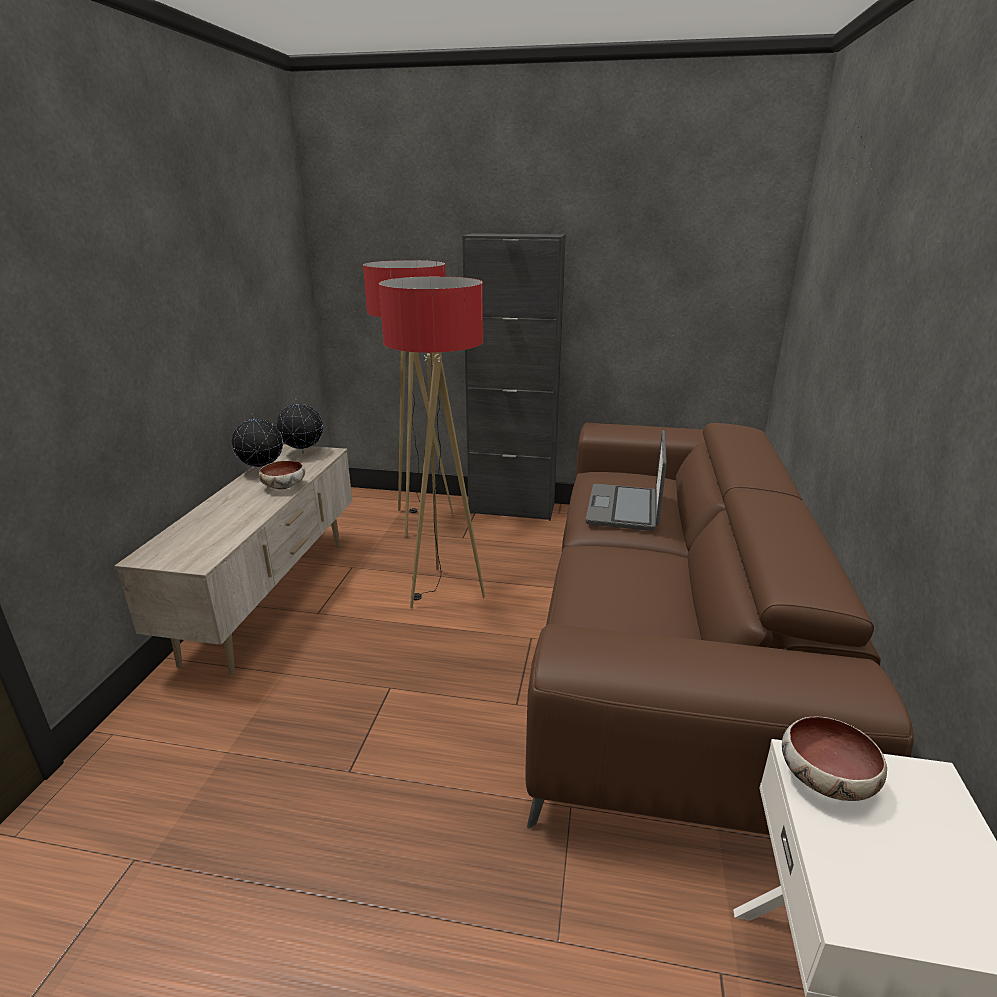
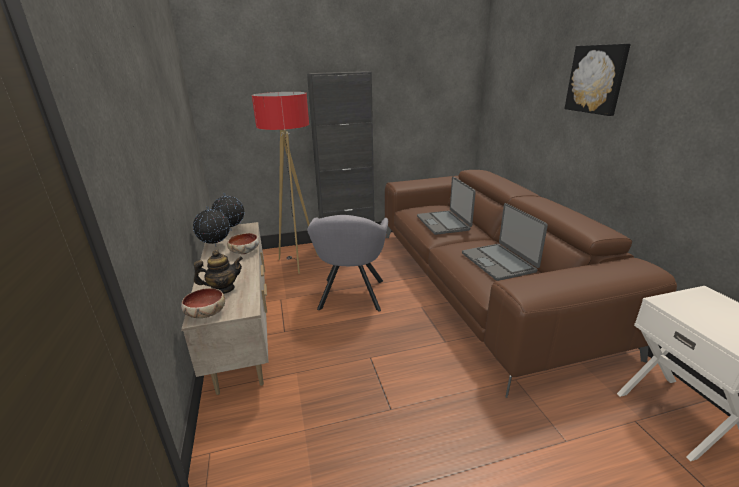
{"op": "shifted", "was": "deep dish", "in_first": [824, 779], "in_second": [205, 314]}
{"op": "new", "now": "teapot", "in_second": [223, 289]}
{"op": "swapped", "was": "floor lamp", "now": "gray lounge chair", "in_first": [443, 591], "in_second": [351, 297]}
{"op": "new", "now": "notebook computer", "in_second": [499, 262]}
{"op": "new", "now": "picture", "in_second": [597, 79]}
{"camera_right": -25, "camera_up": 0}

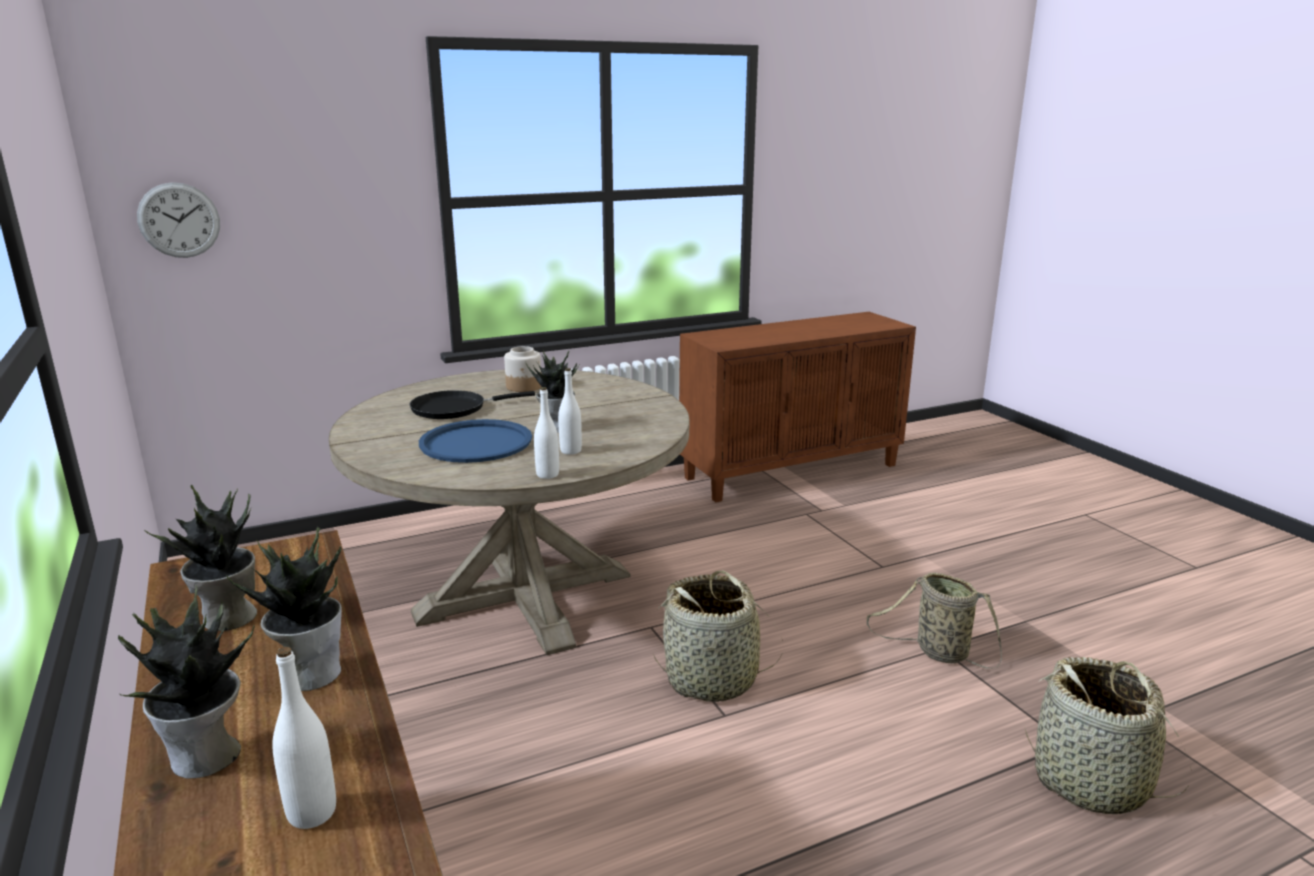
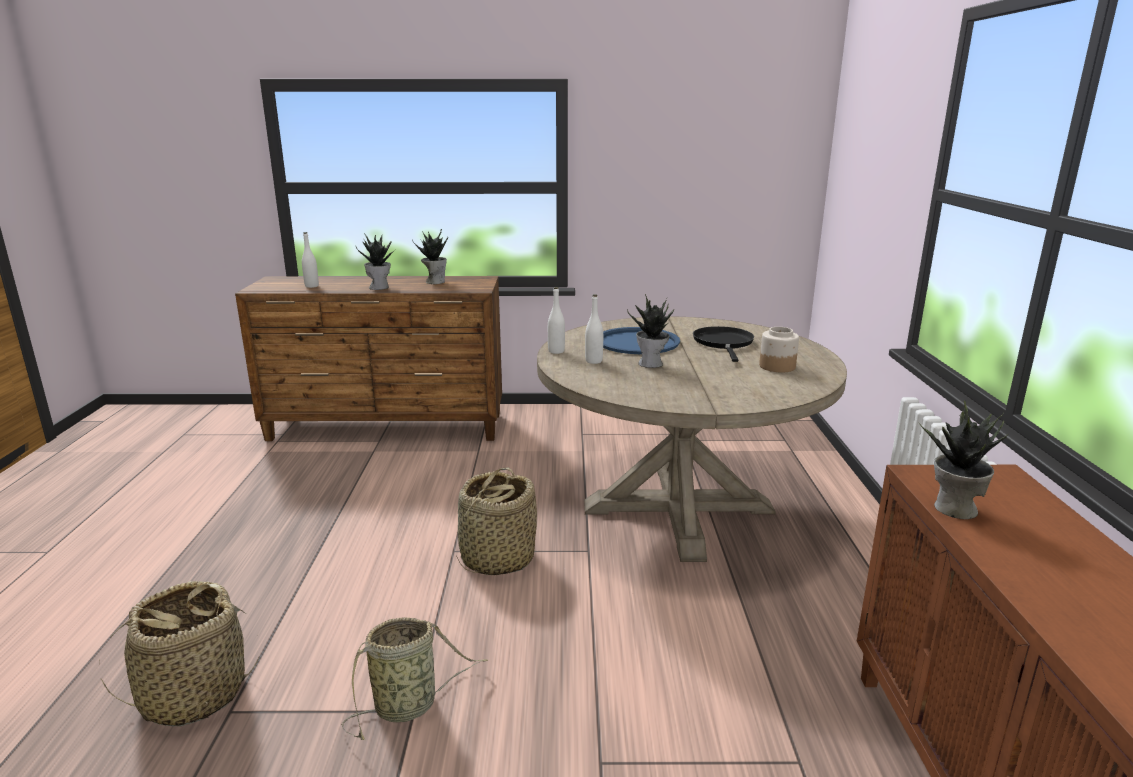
{"op": "shifted", "was": "plant in a pot", "in_first": [206, 758], "in_second": [953, 509]}
{"op": "gone", "was": "wall clock", "in_first": [179, 220]}
{"camera_right": 115, "camera_up": 0}

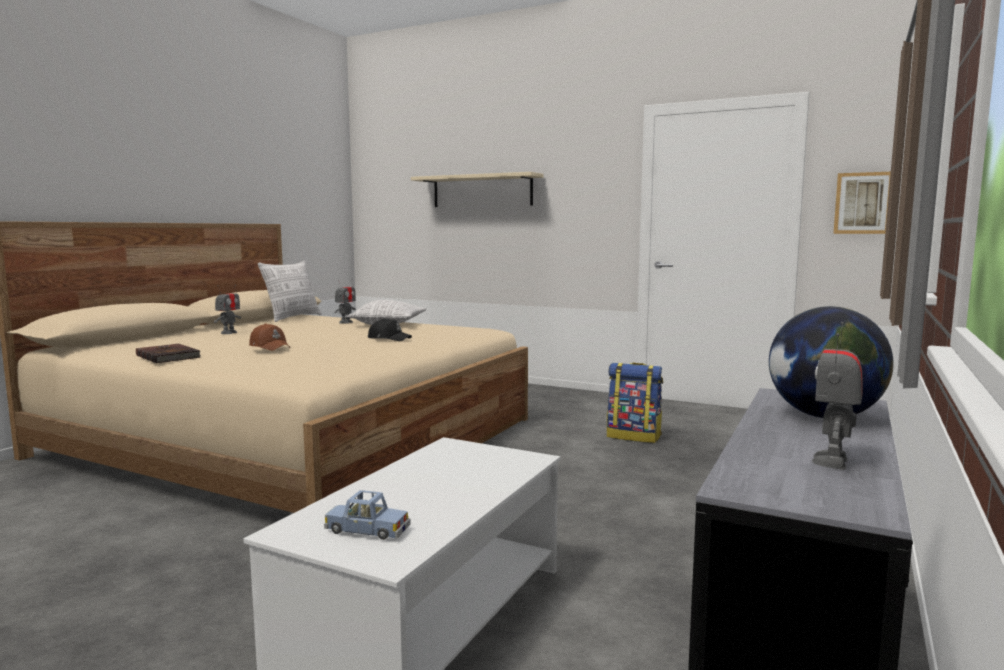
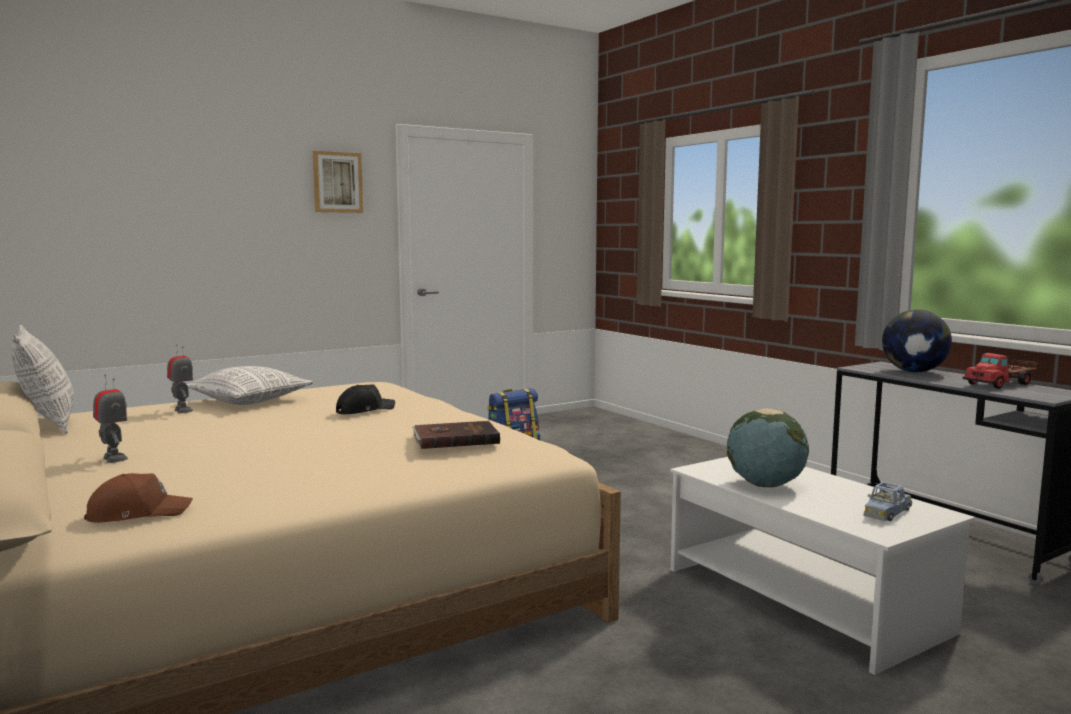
{"op": "shifted", "was": "brown-coloured baseball cap", "in_first": [270, 347], "in_second": [138, 513]}
{"op": "shifted", "was": "picture", "in_first": [863, 203], "in_second": [337, 182]}
{"op": "shifted", "was": "brown-coloured book", "in_first": [169, 356], "in_second": [455, 438]}
{"op": "new", "now": "globe", "in_second": [765, 485]}
{"op": "swapped", "was": "toy robot", "now": "toy lorry", "in_first": [832, 461], "in_second": [1000, 384]}
{"op": "gone", "was": "beige-coloured shelf", "in_first": [482, 191]}
{"camera_right": -60, "camera_up": 0}

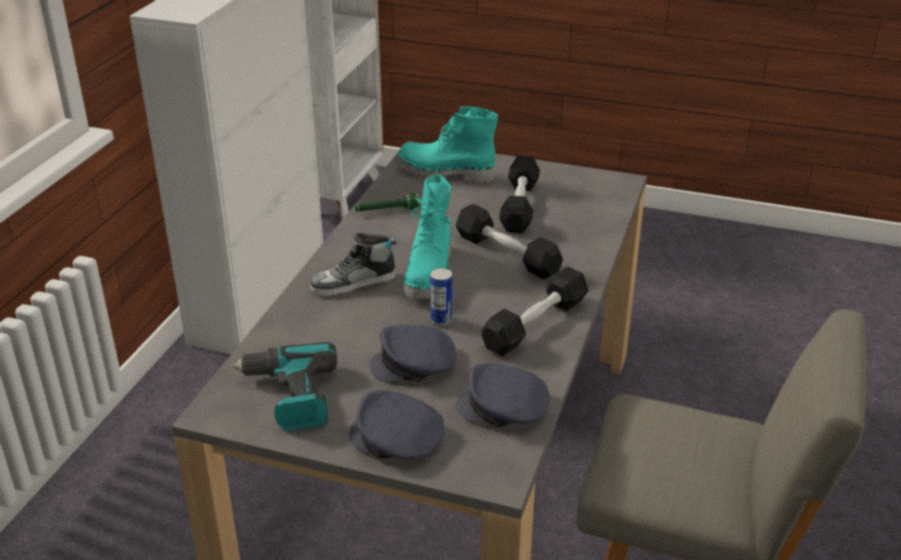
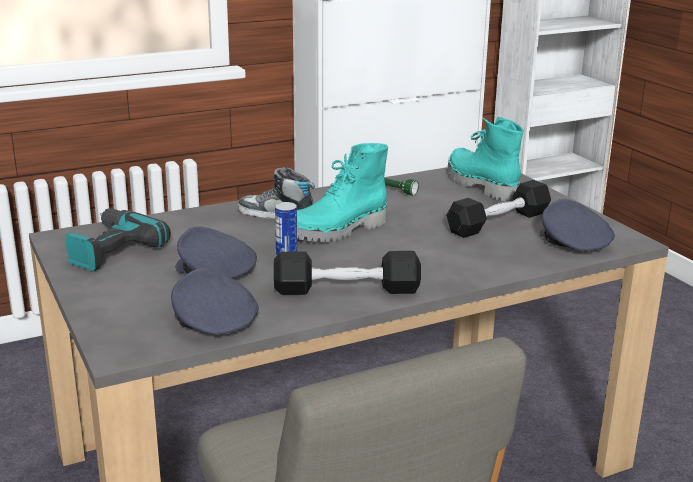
{"op": "shifted", "was": "gray baseball cap", "in_first": [396, 440], "in_second": [572, 242]}
{"op": "gone", "was": "blackish dumbbell", "in_first": [507, 254]}
{"camera_right": 45, "camera_up": -10}

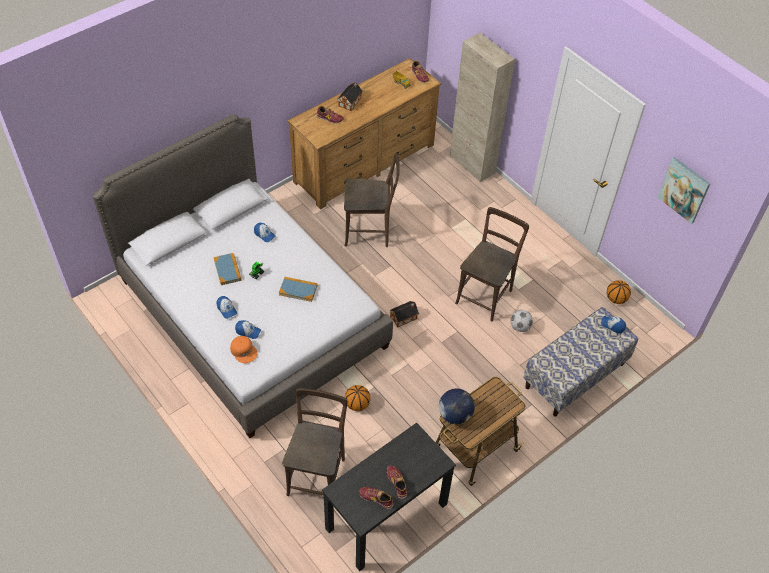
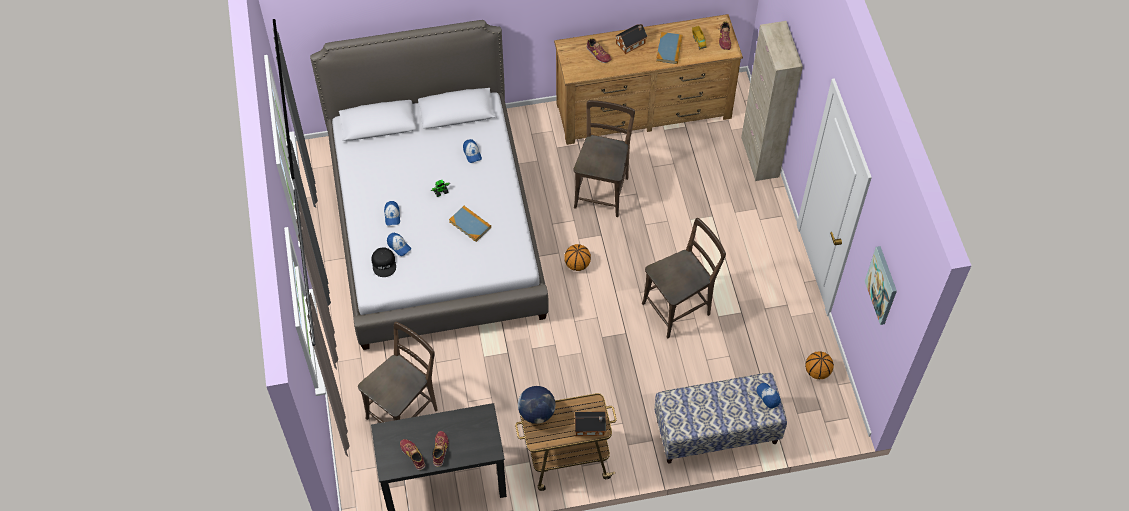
{"op": "repainted", "was": "orangey baseball cap", "now": "blackish baseball cap", "in_first": [244, 351], "in_second": [384, 263]}
{"op": "shifted", "was": "basketball ball", "in_first": [357, 404], "in_second": [577, 264]}
{"op": "rotated", "was": "brown-coloured upright chair", "in_first": [370, 232], "in_second": [602, 190], "clockwise": -105}
{"op": "shifted", "was": "toy house", "in_first": [404, 317], "in_second": [591, 427]}
{"op": "shifted", "was": "book", "in_first": [227, 270], "in_second": [669, 49]}
{"op": "gone", "was": "football", "in_first": [520, 327]}
{"camera_right": 30, "camera_up": 5}

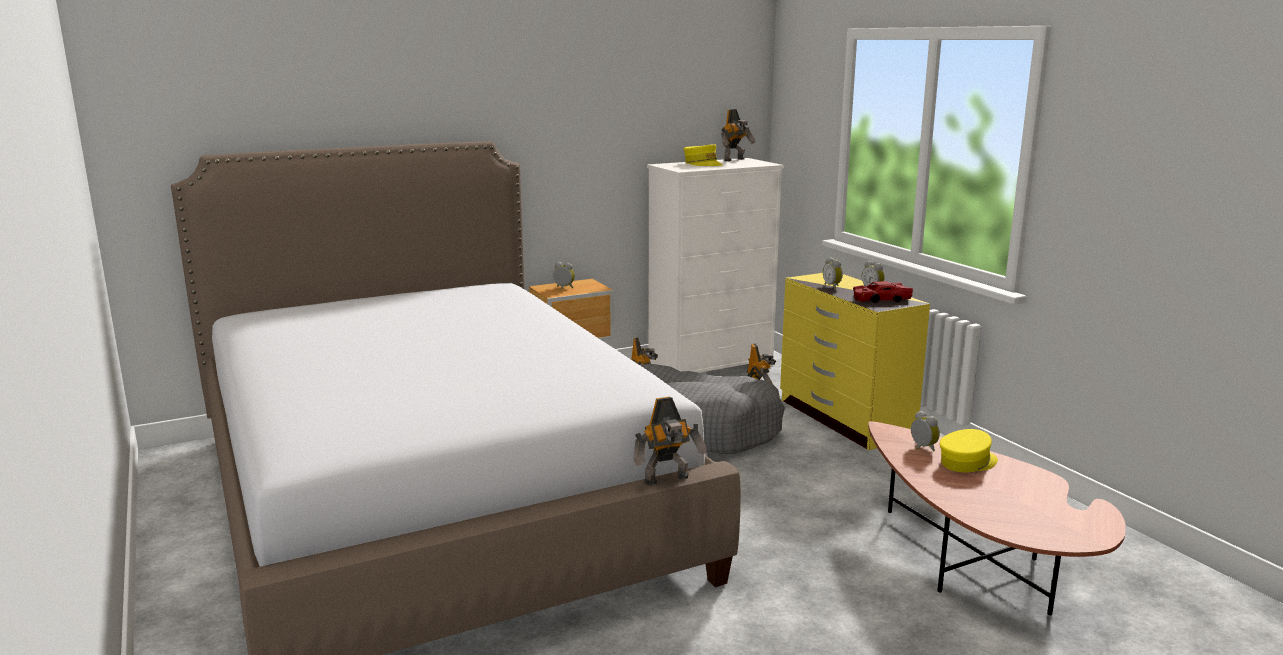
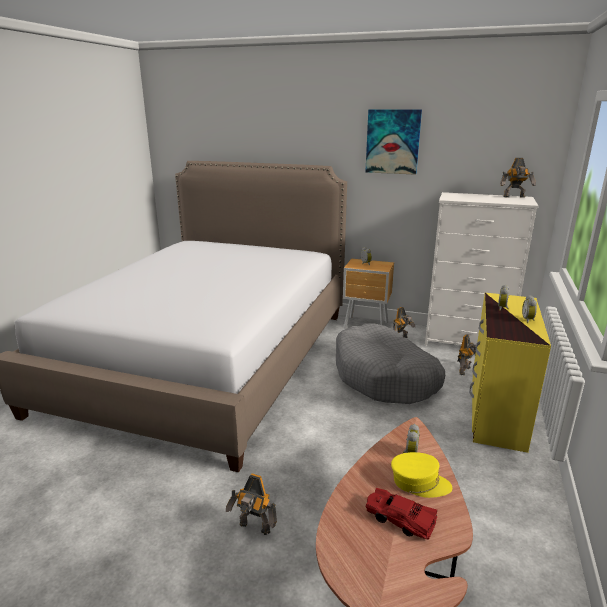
{"op": "shifted", "was": "toy robot", "in_first": [668, 480], "in_second": [254, 529]}
{"op": "new", "now": "picture", "in_second": [393, 141]}
{"op": "shifted", "was": "reddish toy car", "in_first": [881, 299], "in_second": [399, 519]}
{"op": "gone", "was": "yellowish baseball cap", "in_first": [703, 164]}
{"camera_right": 45, "camera_up": 5}

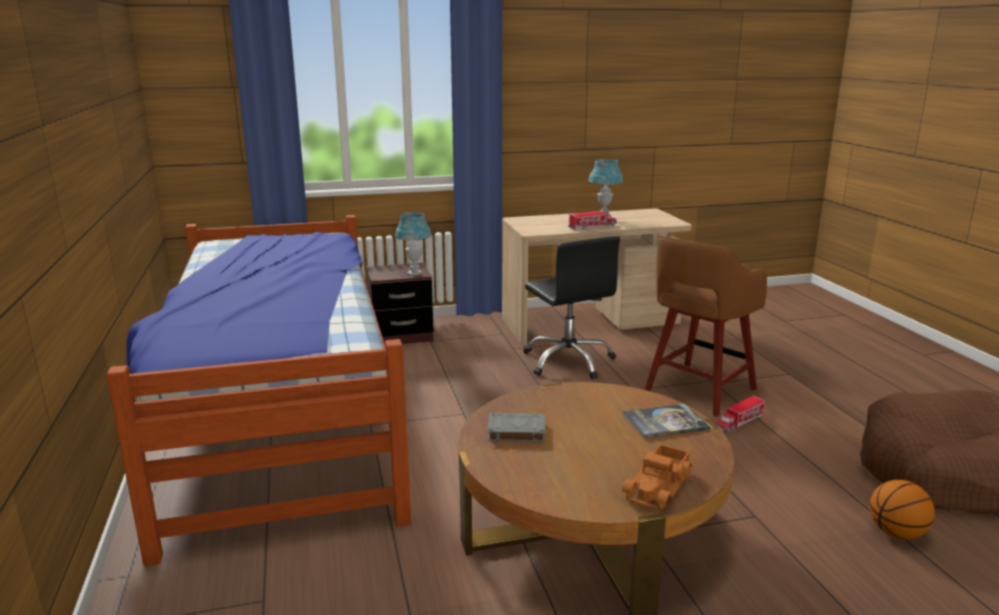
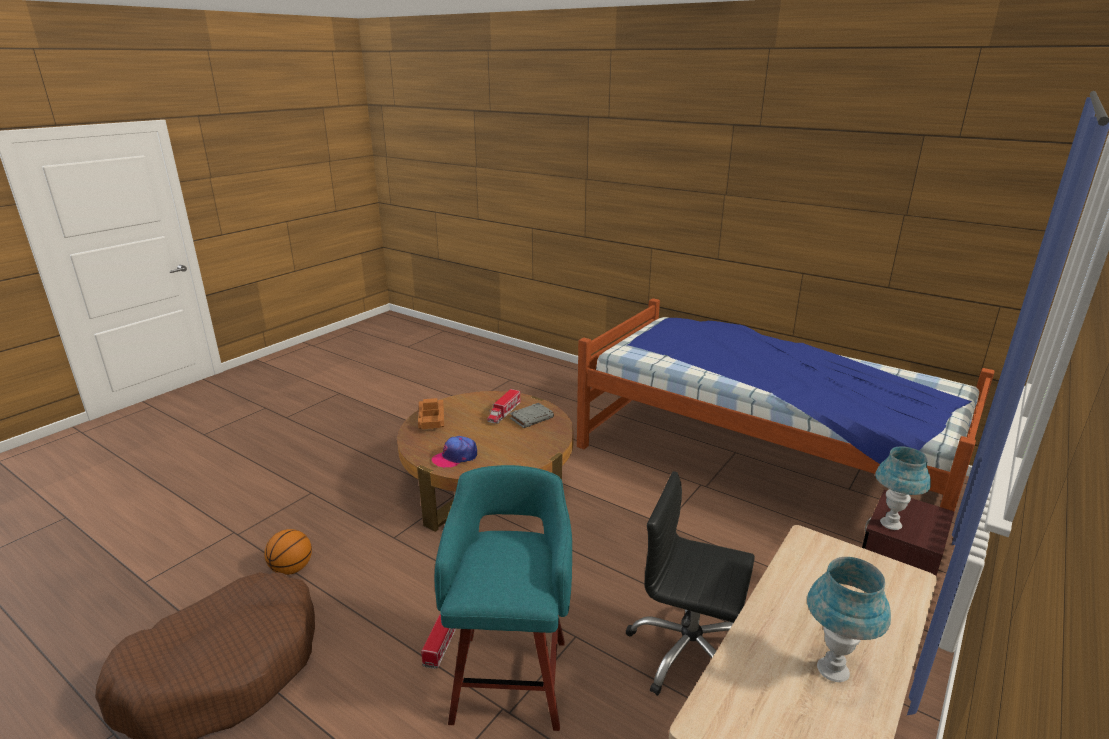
{"op": "swapped", "was": "book", "now": "baseball cap", "in_first": [665, 422], "in_second": [455, 457]}
{"op": "repainted", "was": "brown-coloured stool", "now": "turquoise stool", "in_first": [698, 391], "in_second": [511, 676]}
{"op": "shifted", "was": "toy lorry", "in_first": [592, 227], "in_second": [504, 412]}
{"camera_right": 140, "camera_up": 5}

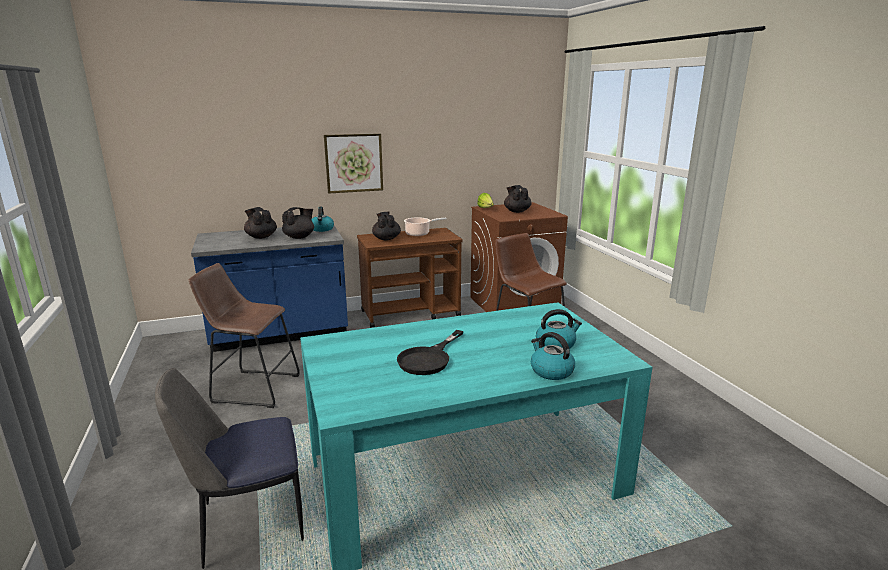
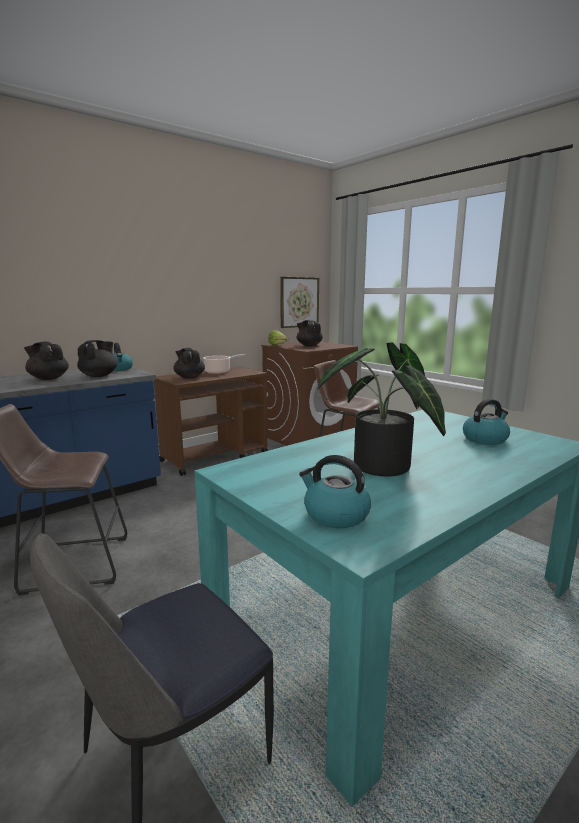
{"op": "shifted", "was": "picture", "in_first": [354, 163], "in_second": [299, 302]}
{"op": "shifted", "was": "tea kettle", "in_first": [551, 371], "in_second": [335, 515]}
{"op": "swapped", "was": "blackish frying pan", "now": "plant in a pot", "in_first": [429, 359], "in_second": [382, 469]}
{"camera_right": -20, "camera_up": -5}

